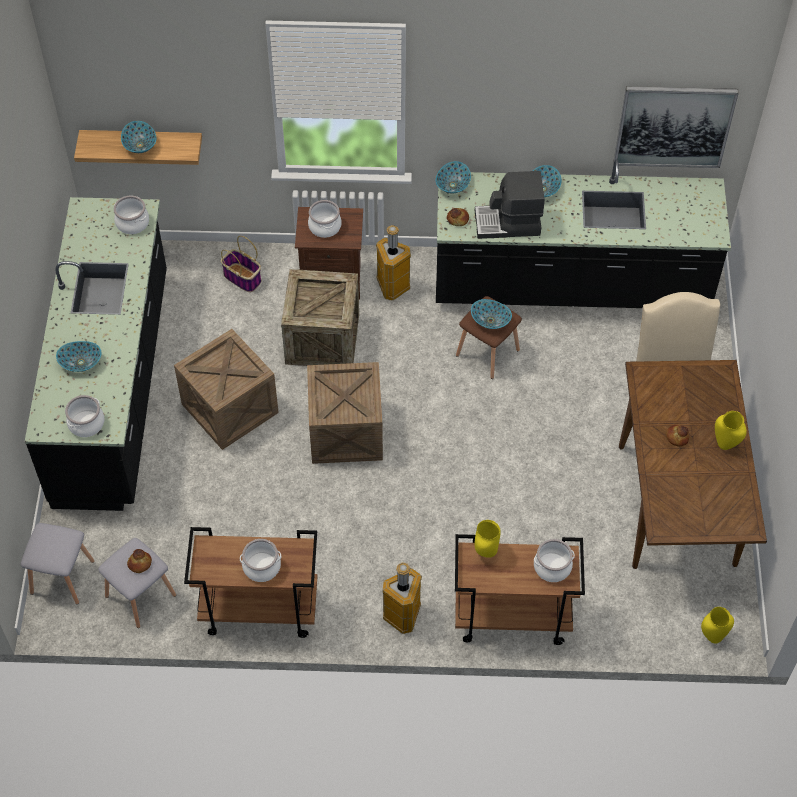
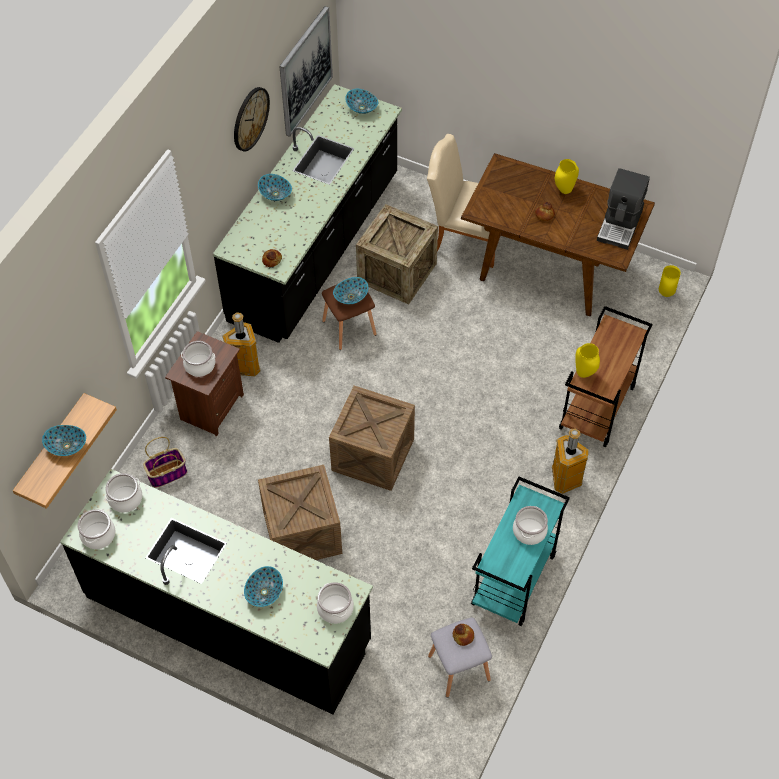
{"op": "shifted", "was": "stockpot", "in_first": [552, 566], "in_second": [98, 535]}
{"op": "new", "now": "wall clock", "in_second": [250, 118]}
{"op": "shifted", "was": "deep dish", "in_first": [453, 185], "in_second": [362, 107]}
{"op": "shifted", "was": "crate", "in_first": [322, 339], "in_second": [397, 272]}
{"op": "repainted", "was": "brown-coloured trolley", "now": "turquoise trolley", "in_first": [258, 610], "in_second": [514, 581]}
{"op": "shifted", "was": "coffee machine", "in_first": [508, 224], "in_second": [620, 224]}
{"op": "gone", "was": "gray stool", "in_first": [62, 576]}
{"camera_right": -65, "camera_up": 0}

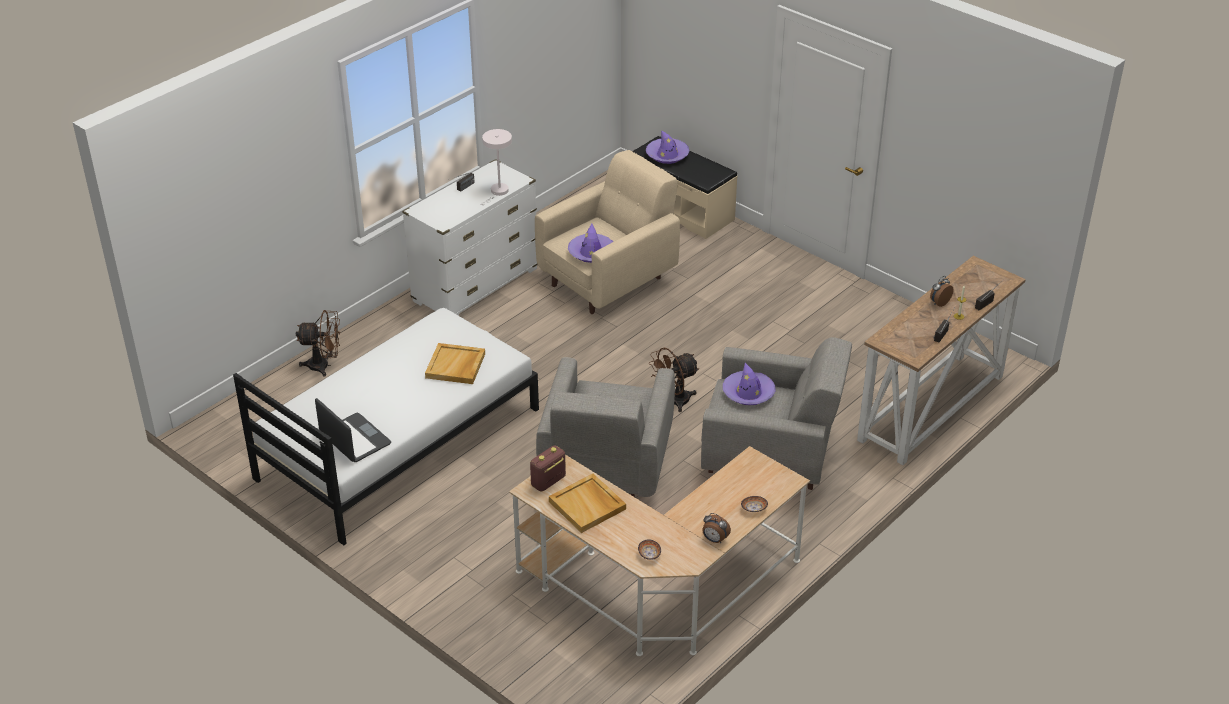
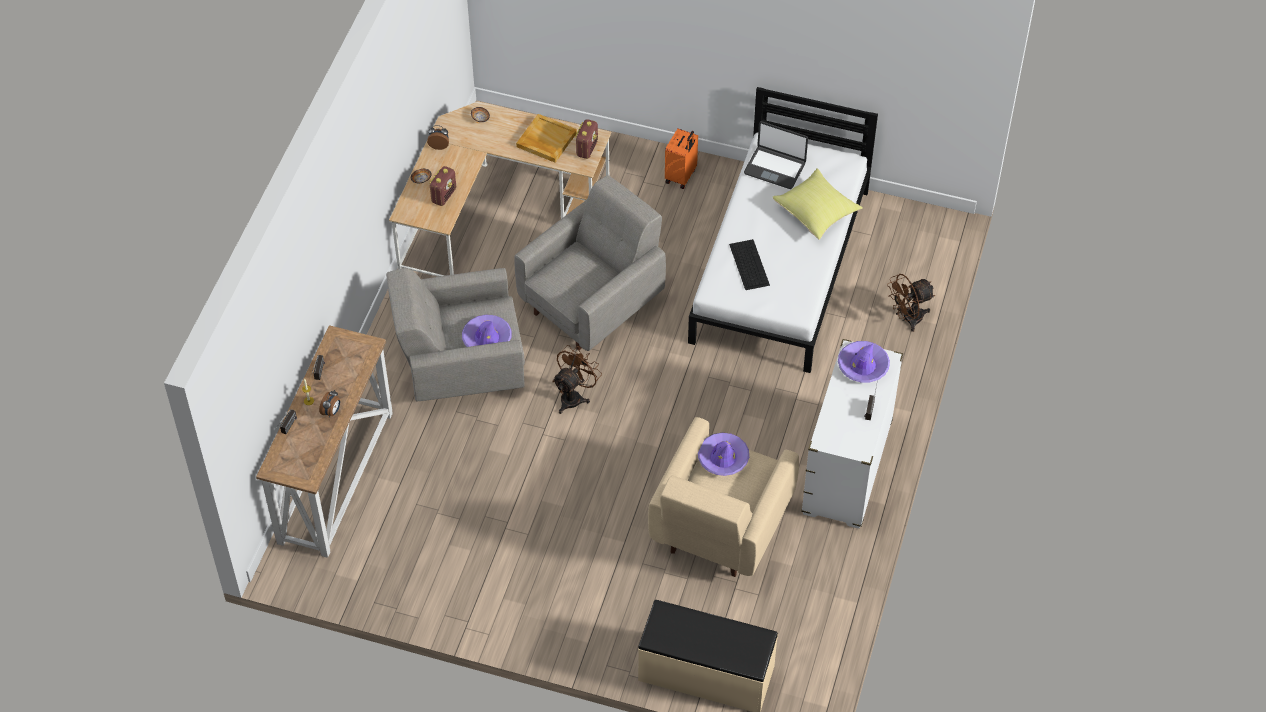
{"op": "new", "now": "radio receiver", "in_second": [444, 195]}
{"op": "rotated", "was": "gray lounge chair", "in_first": [605, 470], "in_second": [594, 303], "clockwise": 60}
{"op": "new", "now": "orangey travel case", "in_second": [681, 176]}
{"op": "swapped", "was": "beige-coloured serving tray", "now": "PC keyboard", "in_first": [456, 366], "in_second": [748, 264]}
{"op": "new", "now": "yellowish cushion", "in_second": [817, 213]}
{"op": "shifted", "was": "purplish wearable hat", "in_first": [667, 155], "in_second": [863, 366]}
{"op": "gone", "was": "white-coloured table lamp", "in_first": [498, 192]}
{"camera_right": 155, "camera_up": 15}

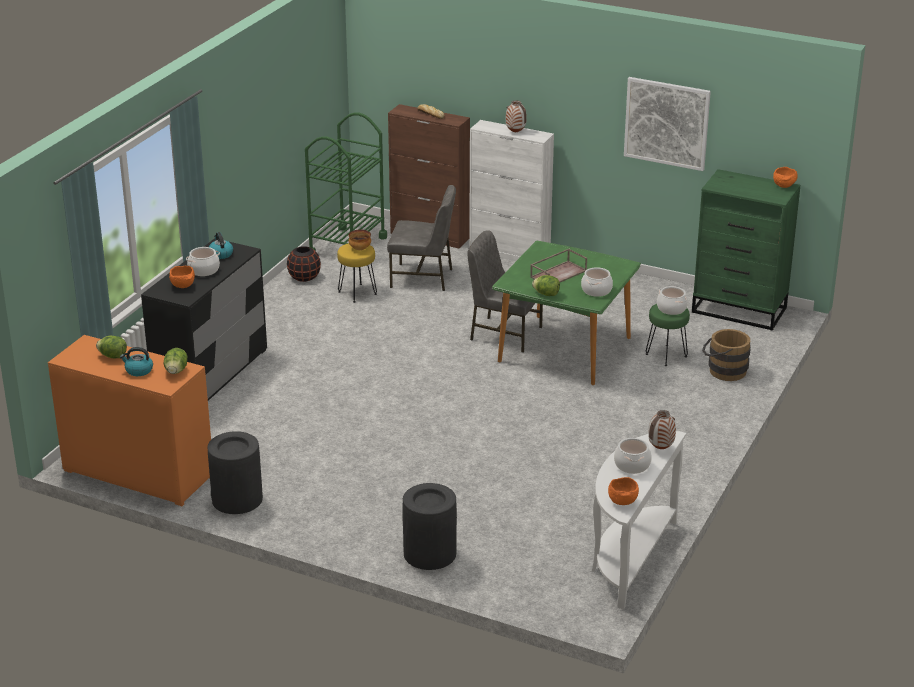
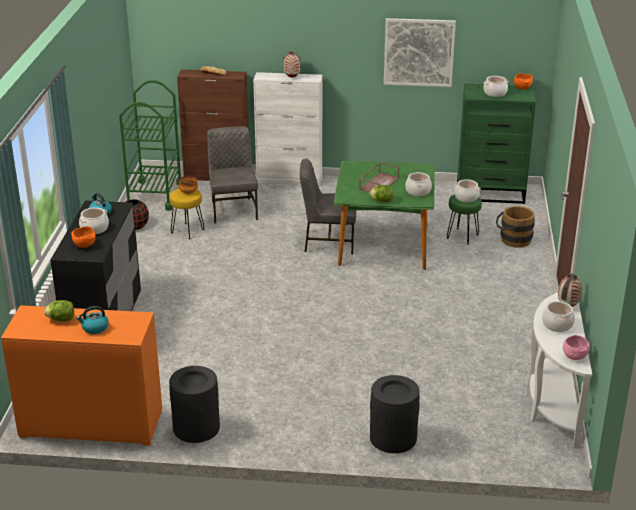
{"op": "rotated", "was": "gray upright chair", "in_first": [423, 278], "in_second": [233, 210], "clockwise": -90}
{"op": "new", "now": "stockpot", "in_second": [495, 93]}
{"op": "repainted", "was": "orangey deep dish", "now": "pink-coloured deep dish", "in_first": [622, 501], "in_second": [574, 356]}
{"op": "gone", "was": "lettuce head", "in_first": [176, 371]}
{"camera_right": -20, "camera_up": 0}

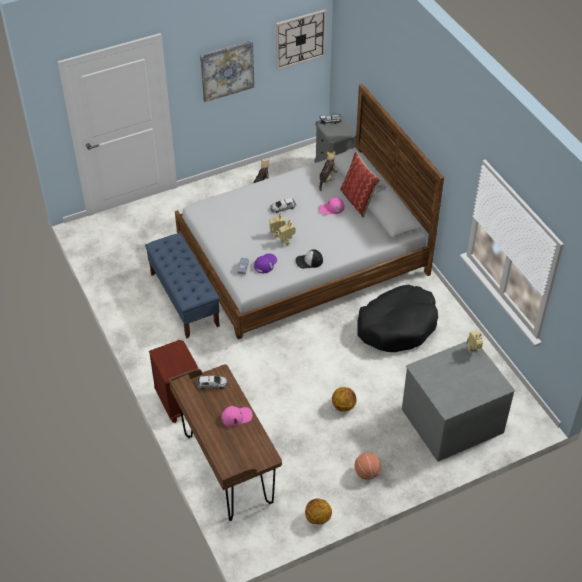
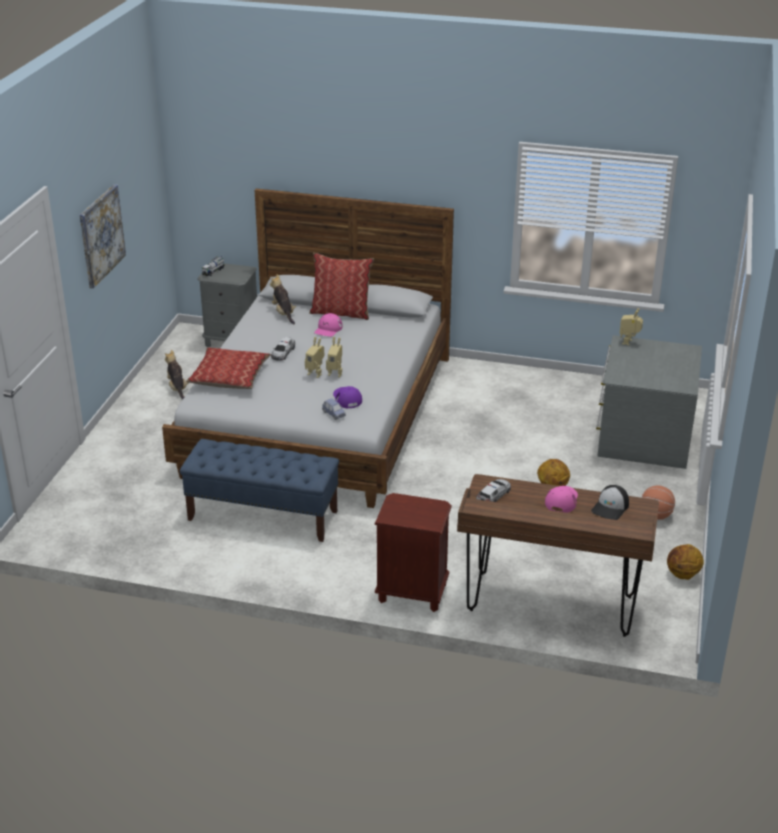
{"op": "new", "now": "cushion", "in_second": [229, 376]}
{"op": "shifted", "was": "baseball cap", "in_first": [309, 261], "in_second": [610, 508]}
{"op": "gone", "was": "wall clock", "in_first": [300, 39]}
{"op": "gone", "was": "blackish dog bed", "in_first": [397, 326]}
{"camera_right": -50, "camera_up": -15}

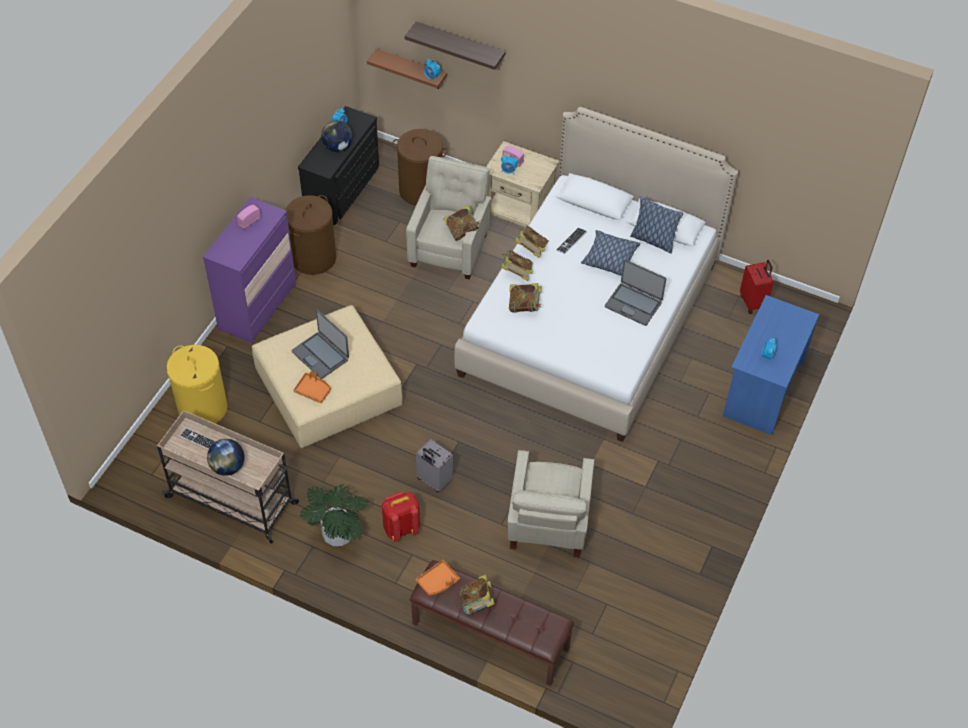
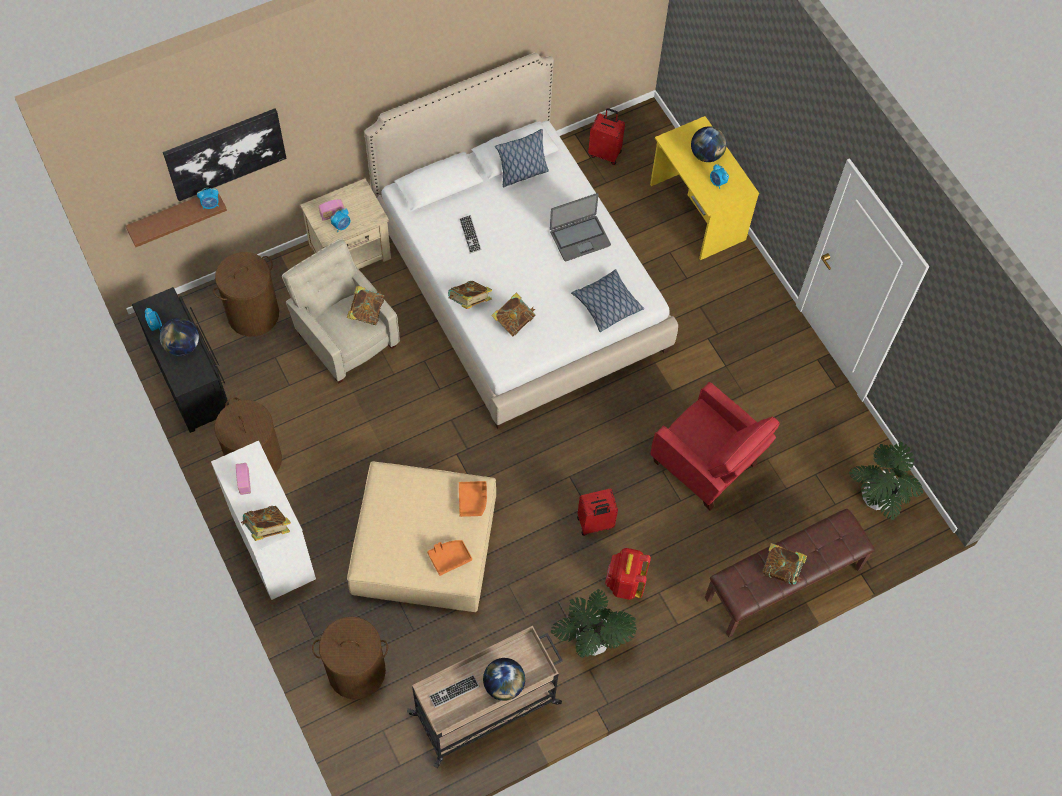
{"op": "swapped", "was": "shelf", "now": "picture", "in_first": [460, 46], "in_second": [225, 153]}
{"op": "repainted", "was": "purplish chest of drawers", "now": "white-coloured chest of drawers", "in_first": [257, 307], "in_second": [273, 547]}
{"op": "shifted", "was": "book", "in_first": [531, 249], "in_second": [267, 529]}
{"op": "repainted", "was": "yellowish washing basket", "now": "brown-coloured washing basket", "in_first": [202, 408], "in_second": [356, 671]}
{"op": "shifted", "was": "orangey serving tray", "in_first": [438, 581], "in_second": [473, 500]}
{"op": "shifted", "was": "cushion", "in_first": [609, 258], "in_second": [607, 305]}
{"op": "repainted", "was": "gray travel case", "now": "reddish travel case", "in_first": [433, 480], "in_second": [595, 524]}
{"op": "repainted", "was": "bluish desk table", "now": "yellowish desk table", "in_first": [762, 389], "in_second": [696, 212]}
{"op": "repainted", "was": "beige-coloured lounge chair", "now": "reddish lounge chair", "in_first": [547, 524], "in_second": [707, 465]}
{"op": "new", "now": "globe", "in_second": [706, 154]}
{"op": "new", "now": "plant in a pot", "in_second": [877, 497]}
{"op": "gone", "was": "notebook computer", "in_first": [321, 355]}
{"camera_right": -55, "camera_up": 10}

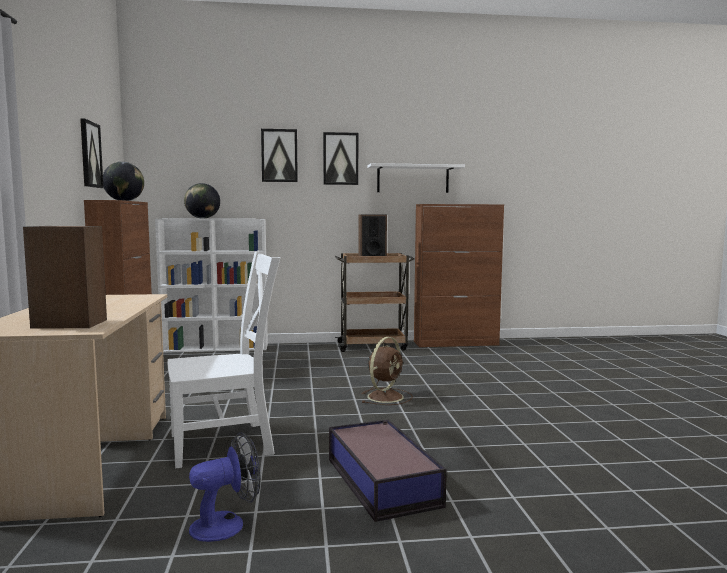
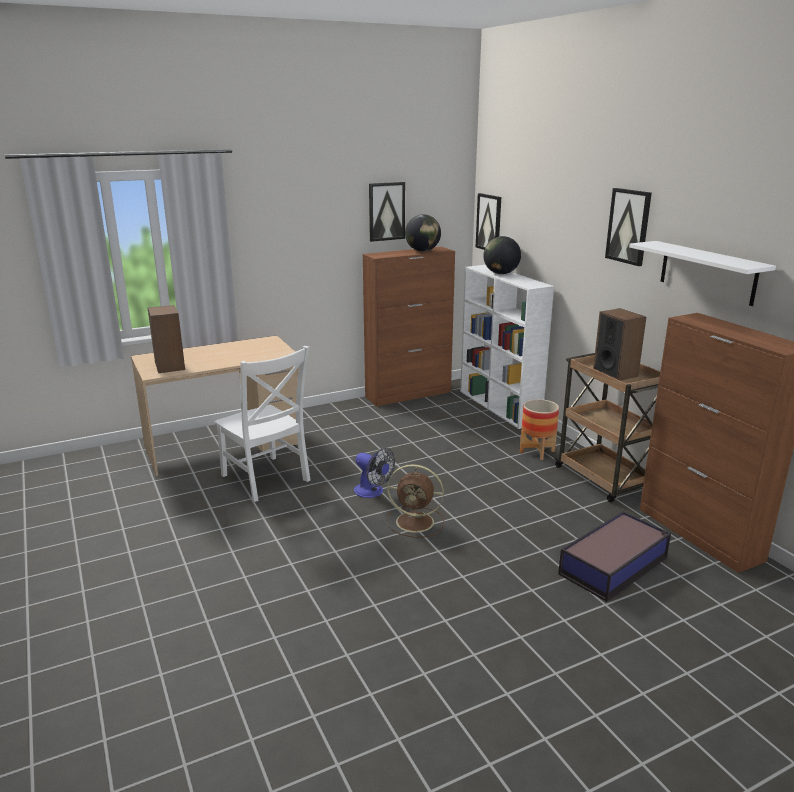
{"op": "shifted", "was": "electric fan", "in_first": [226, 524], "in_second": [372, 492]}
{"op": "shifted", "was": "picture", "in_first": [279, 155], "in_second": [489, 222]}
{"op": "new", "now": "plant pot", "in_second": [537, 451]}
{"op": "shifted", "was": "storage bin", "in_first": [382, 480], "in_second": [615, 565]}
{"camera_right": 70, "camera_up": 15}

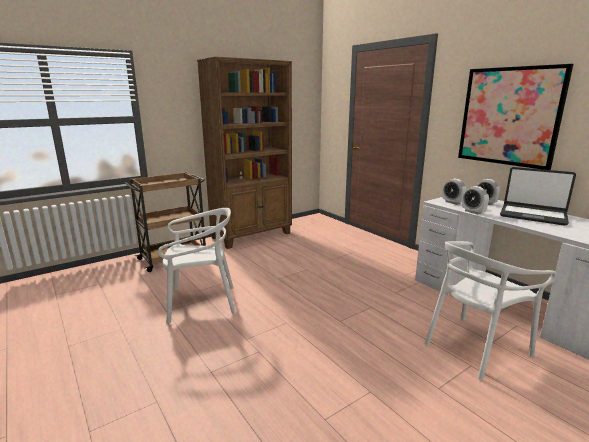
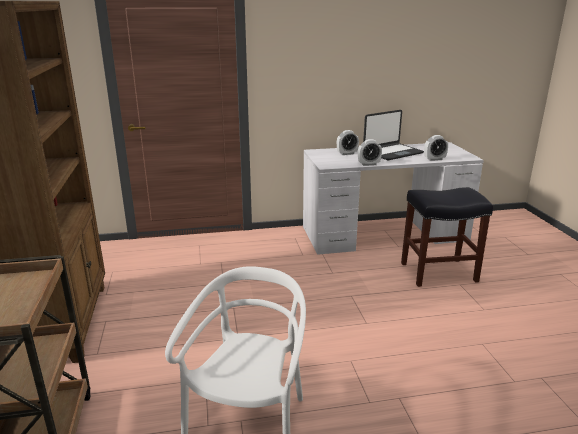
{"op": "swapped", "was": "white-coloured upright chair", "now": "blackish stool", "in_first": [475, 347], "in_second": [437, 272]}
{"op": "shifted", "was": "alarm clock", "in_first": [452, 202], "in_second": [434, 159]}
{"op": "gone", "was": "picture", "in_first": [509, 116]}
{"camera_right": -65, "camera_up": 5}

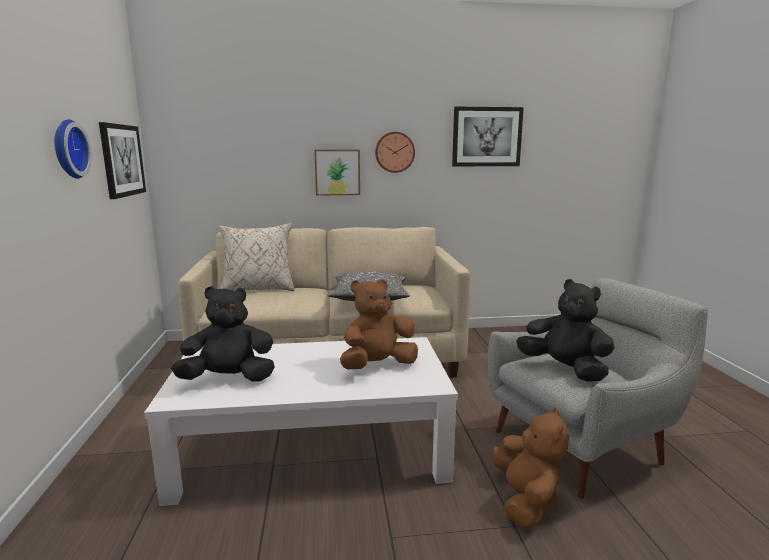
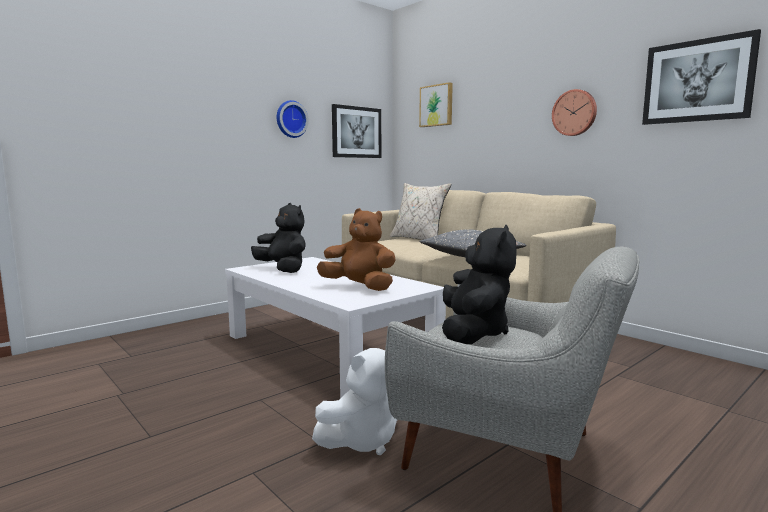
{"op": "repainted", "was": "brown-coloured soft toy", "now": "white-coloured soft toy", "in_first": [526, 500], "in_second": [363, 440]}
{"op": "shifted", "was": "picture", "in_first": [337, 172], "in_second": [437, 105]}
{"camera_right": 55, "camera_up": -5}

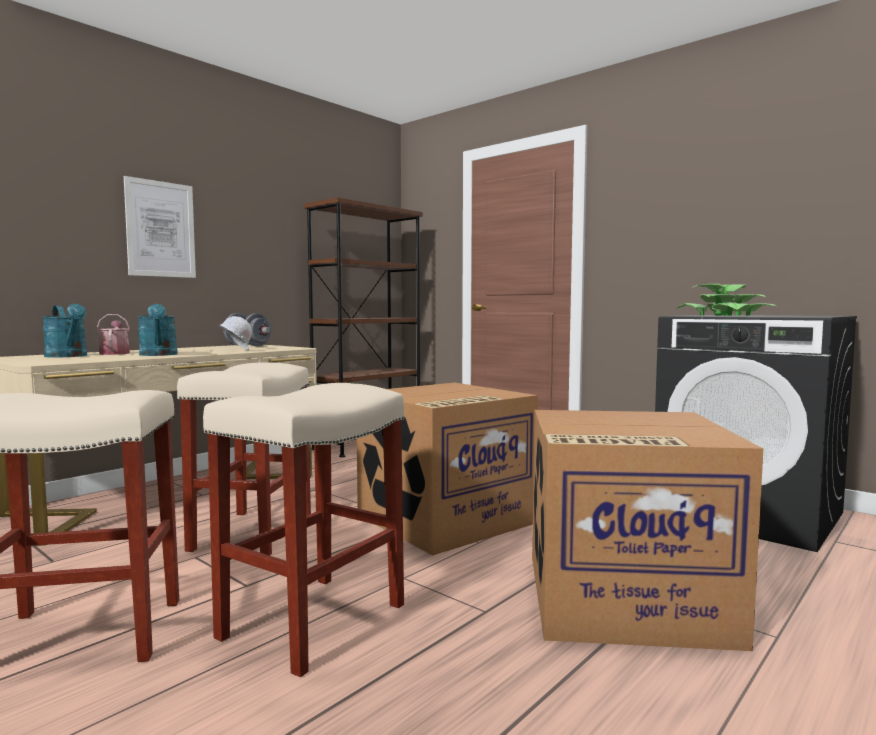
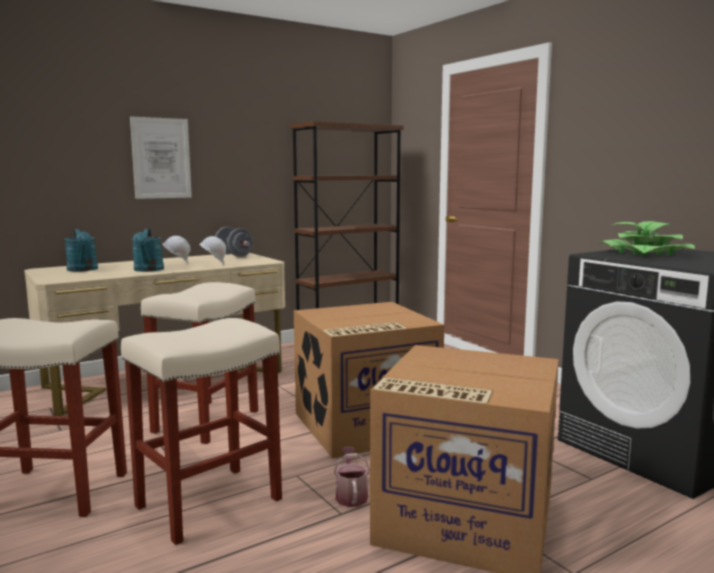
{"op": "new", "now": "white-coloured hard hat", "in_second": [177, 264]}
{"op": "shifted", "was": "watering pot", "in_first": [115, 353], "in_second": [351, 495]}
{"camera_right": 15, "camera_up": 5}

